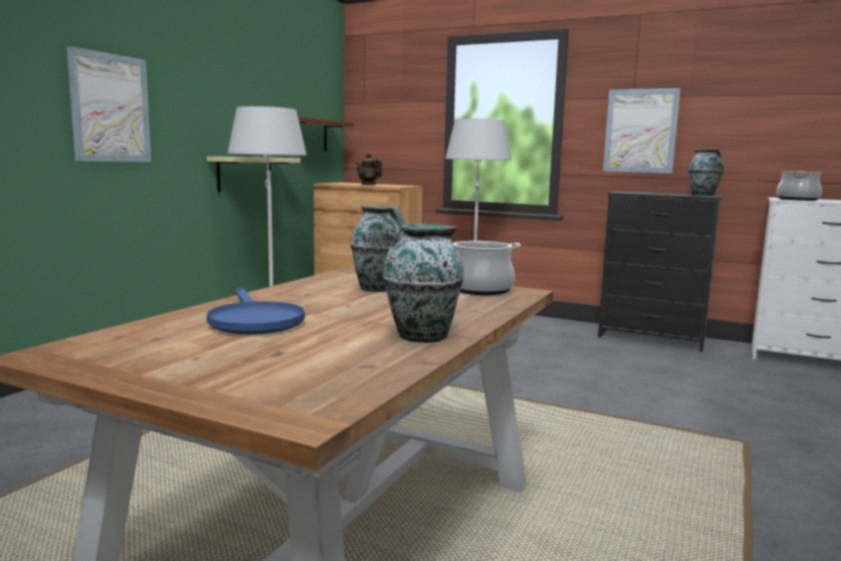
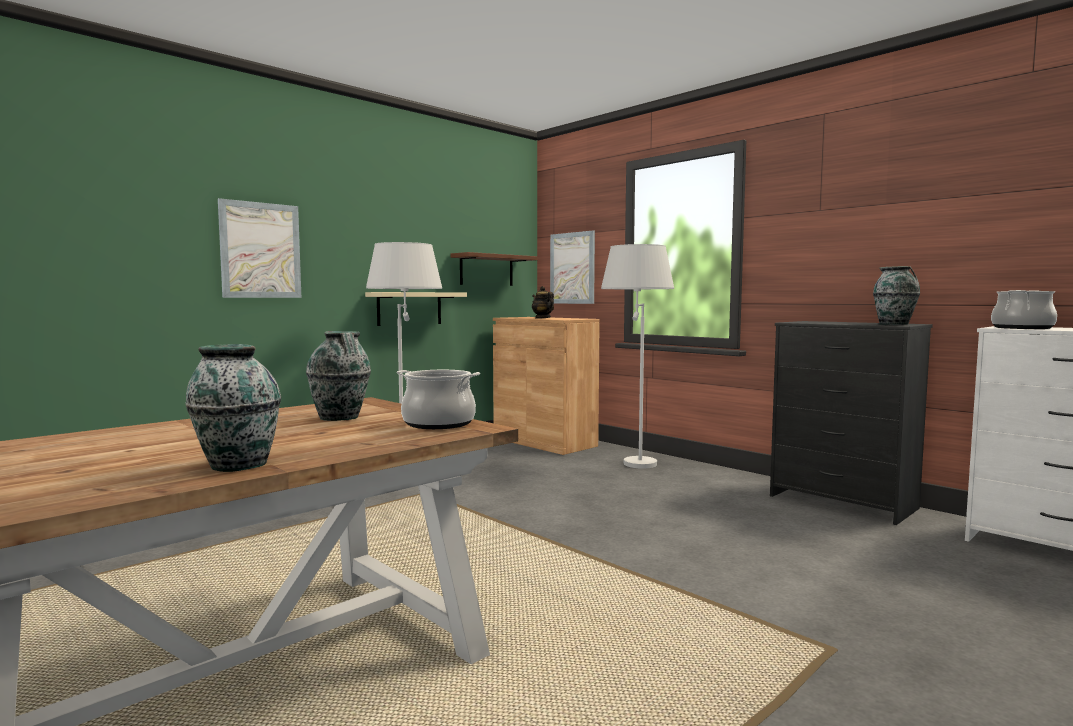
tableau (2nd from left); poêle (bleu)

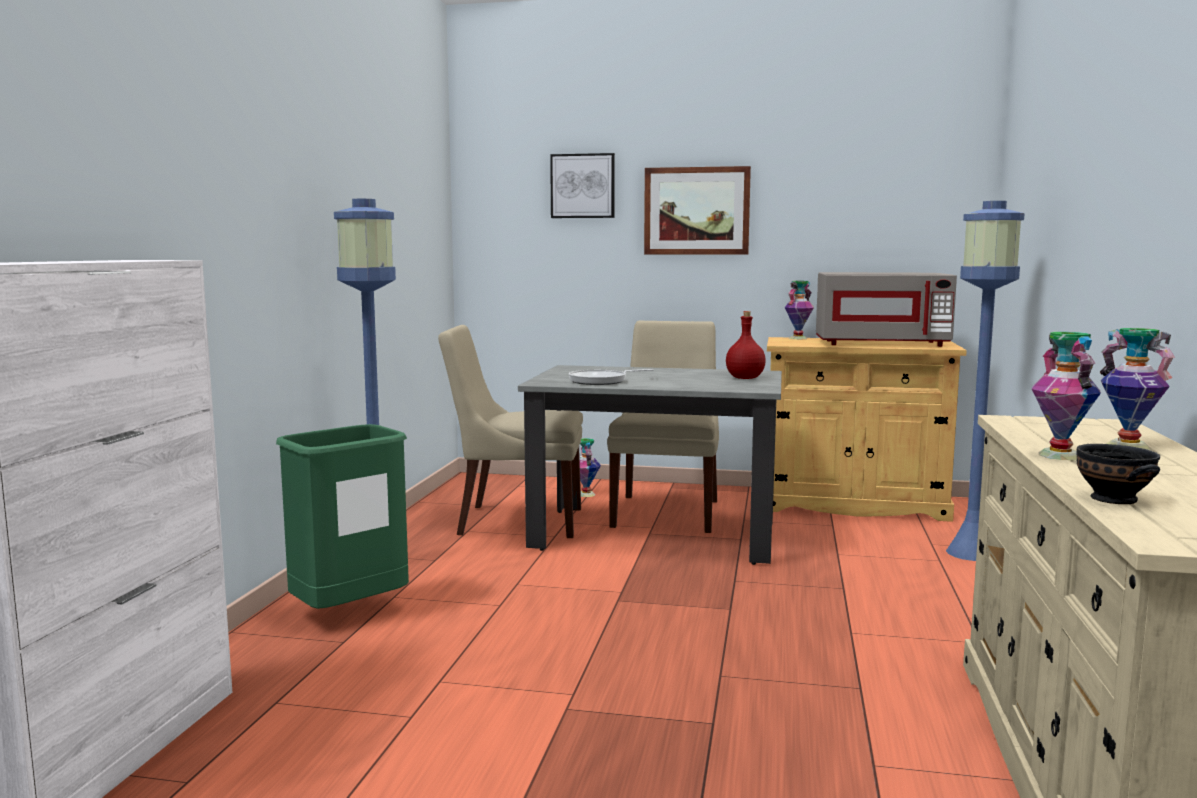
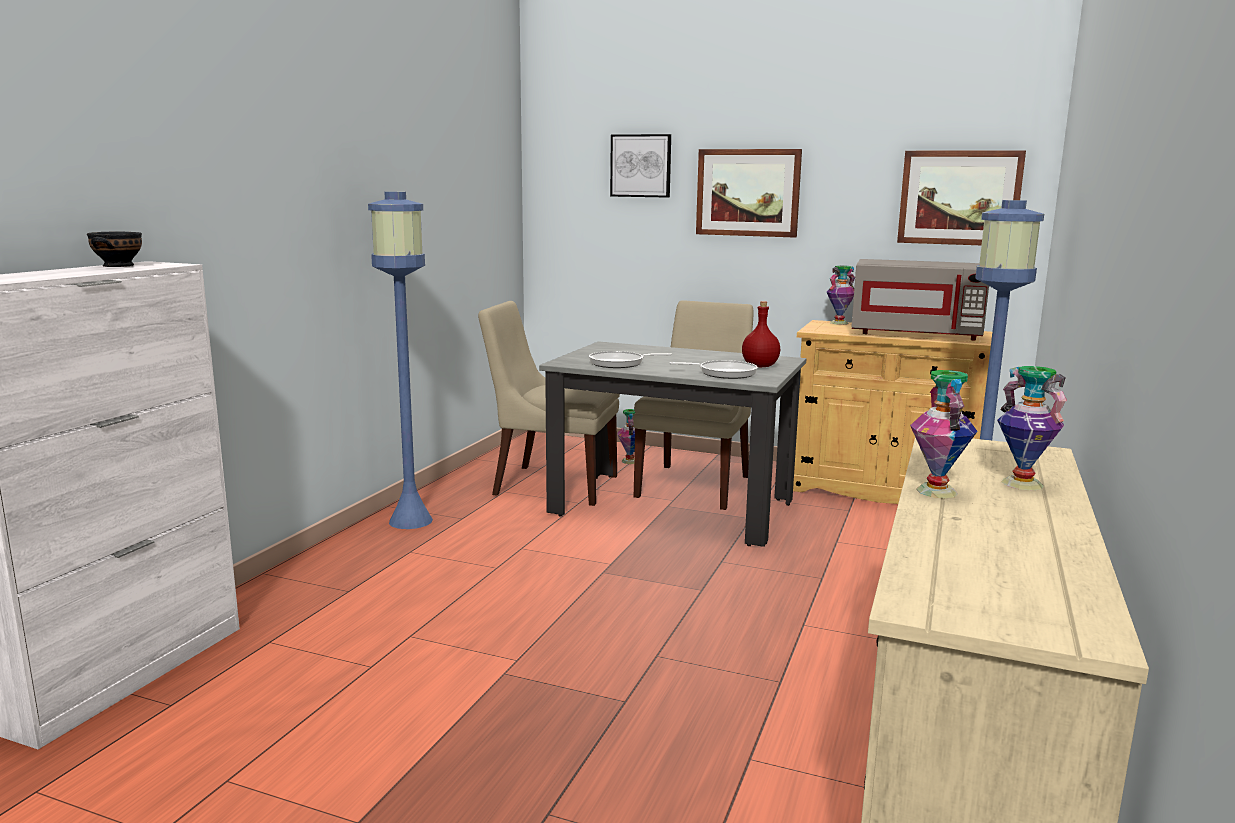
poubelle (vert); bol (noir); tableau (3rd from left); poêle (2nd from left)

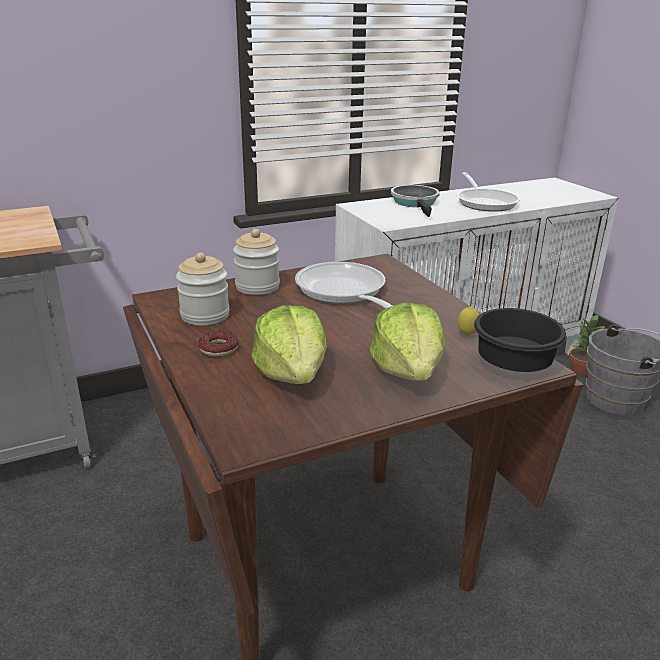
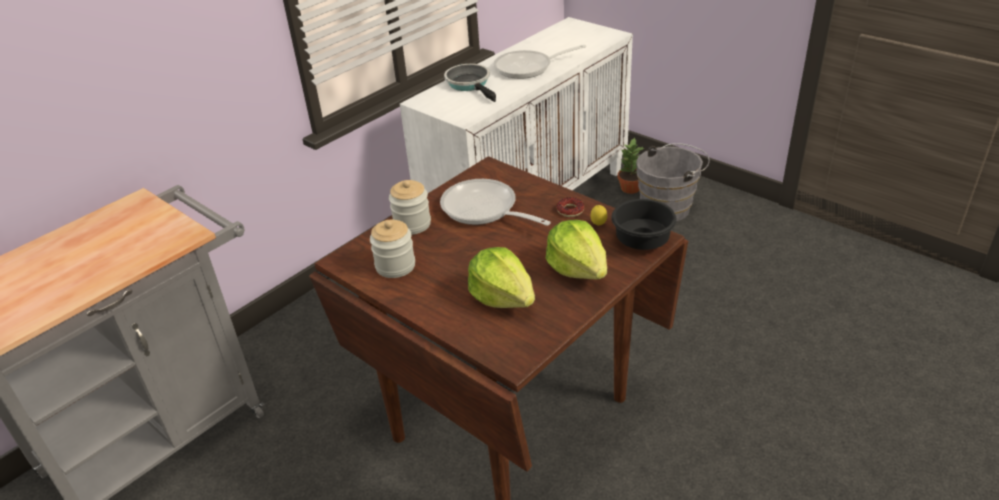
poêle (3rd from left); beignet

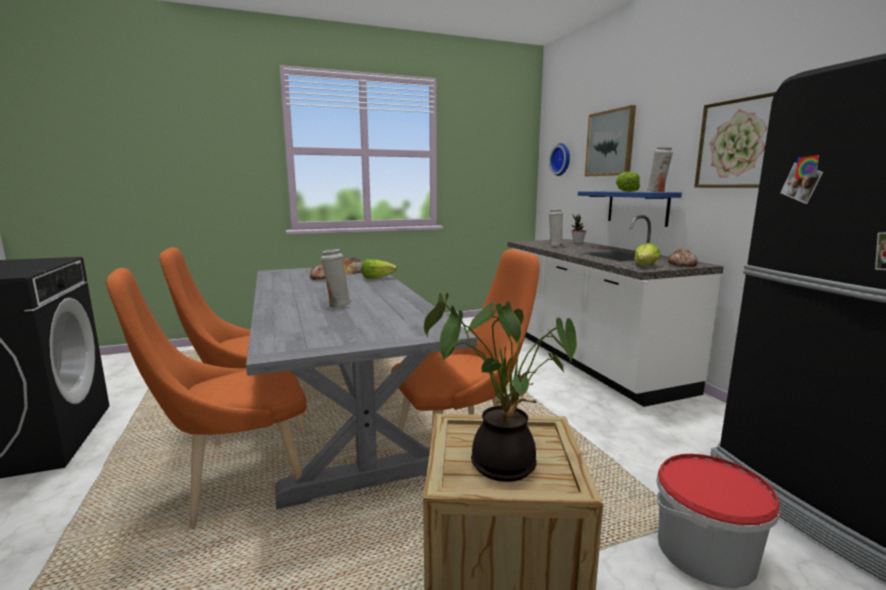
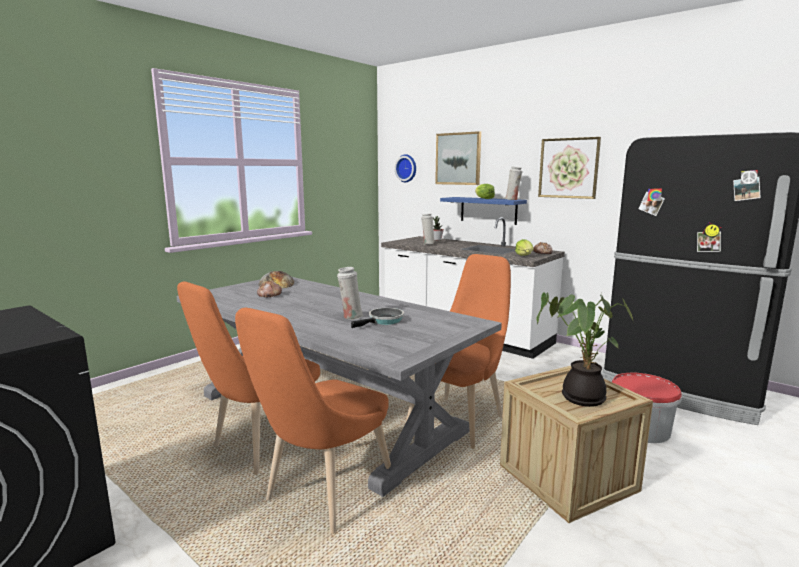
laitue (1st from left in the first image); poêle

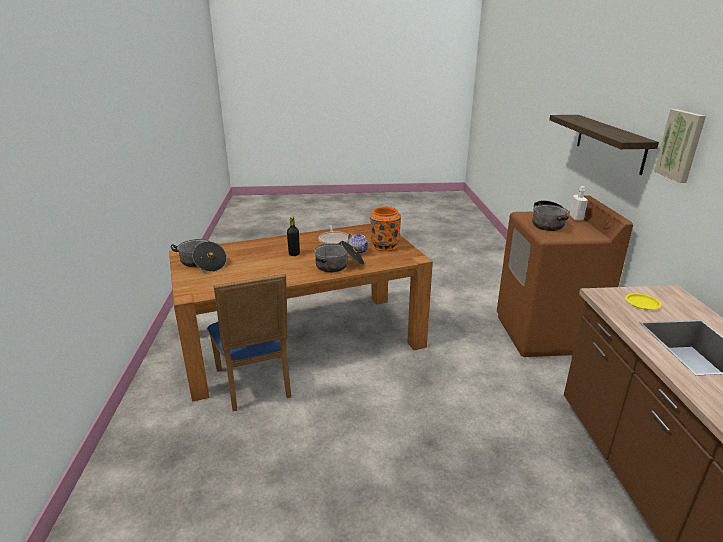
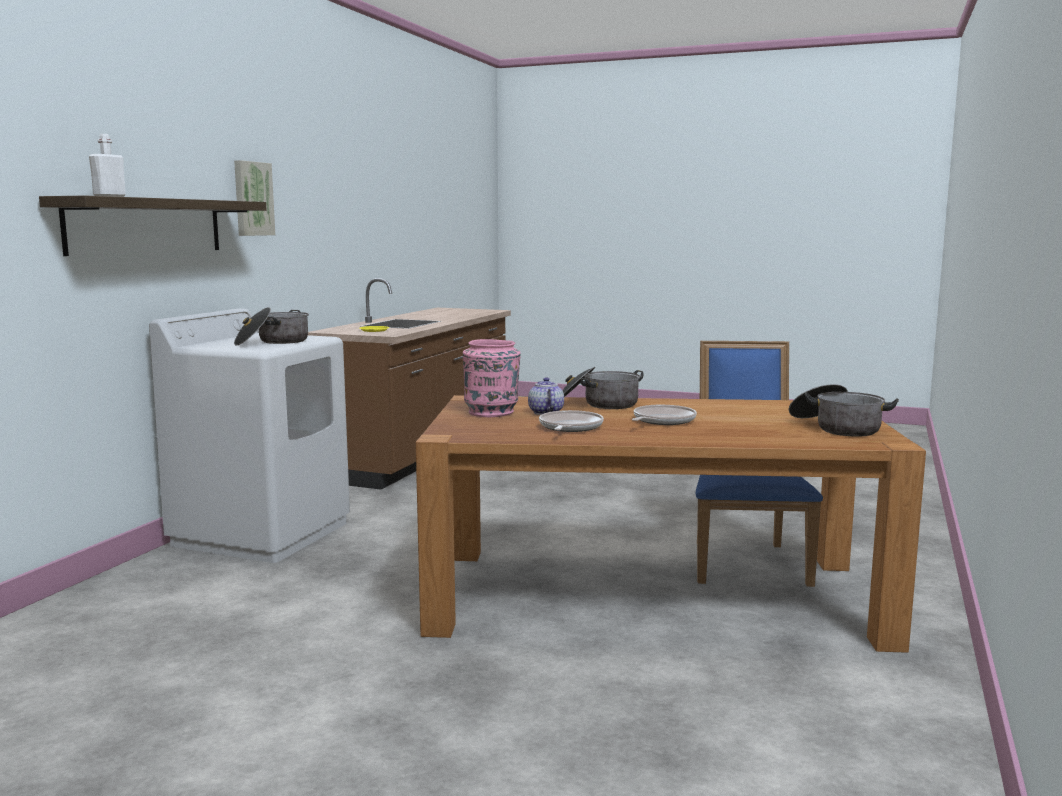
bouteille (blanc); lave-linge (blanc); vase (rose); poêle (2nd from left)

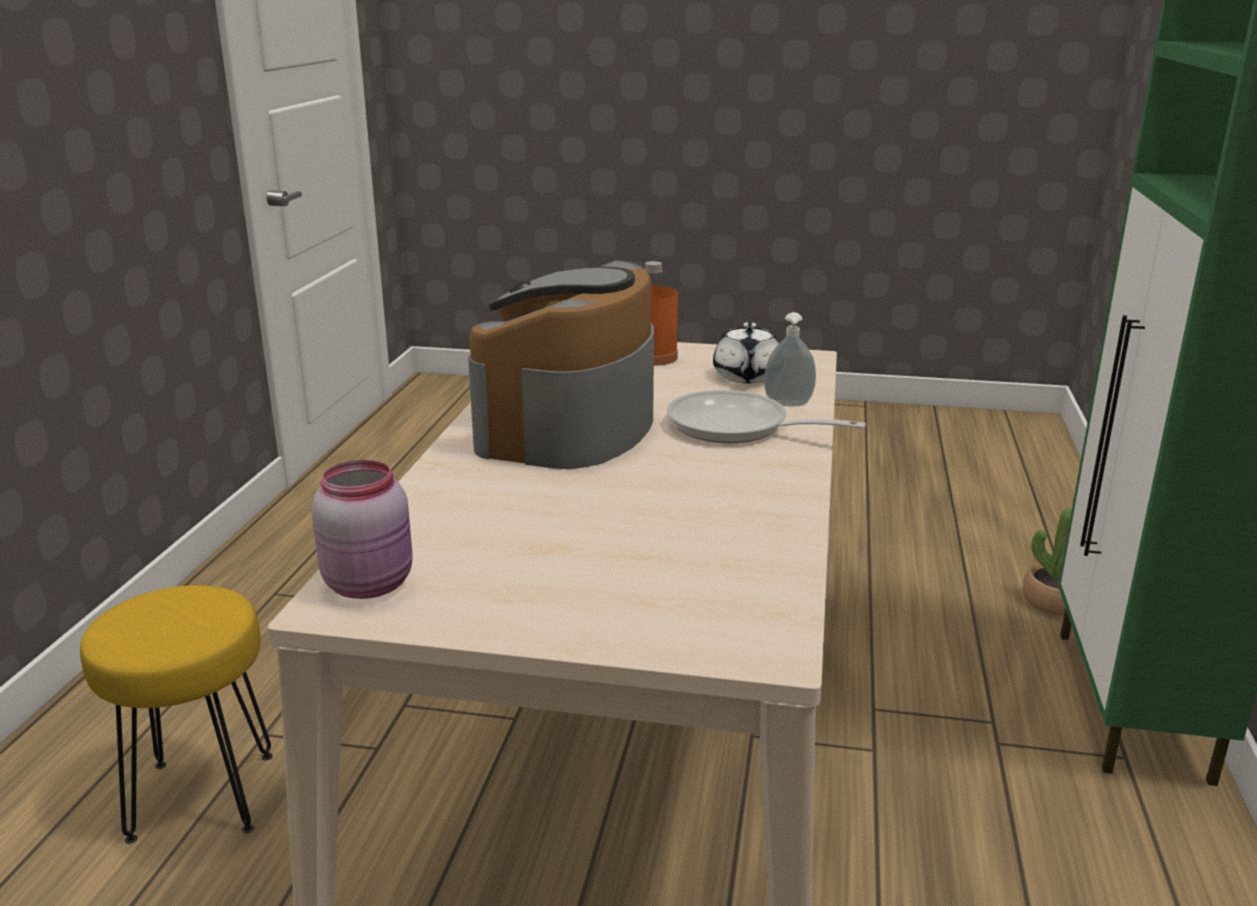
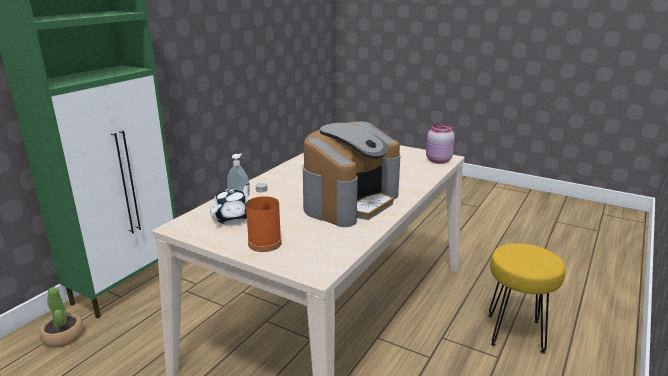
poêle

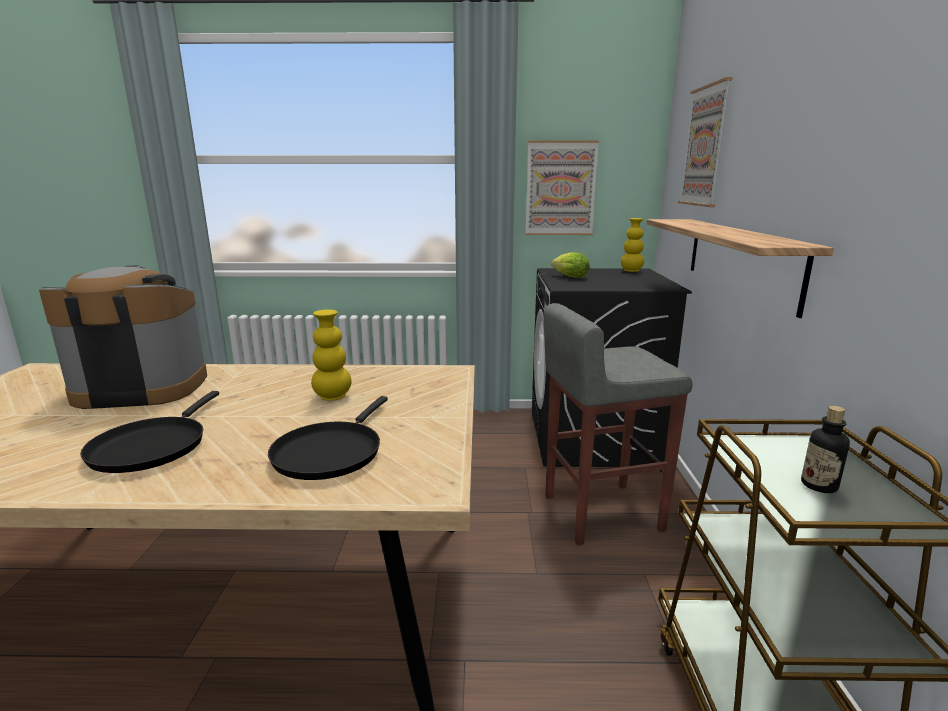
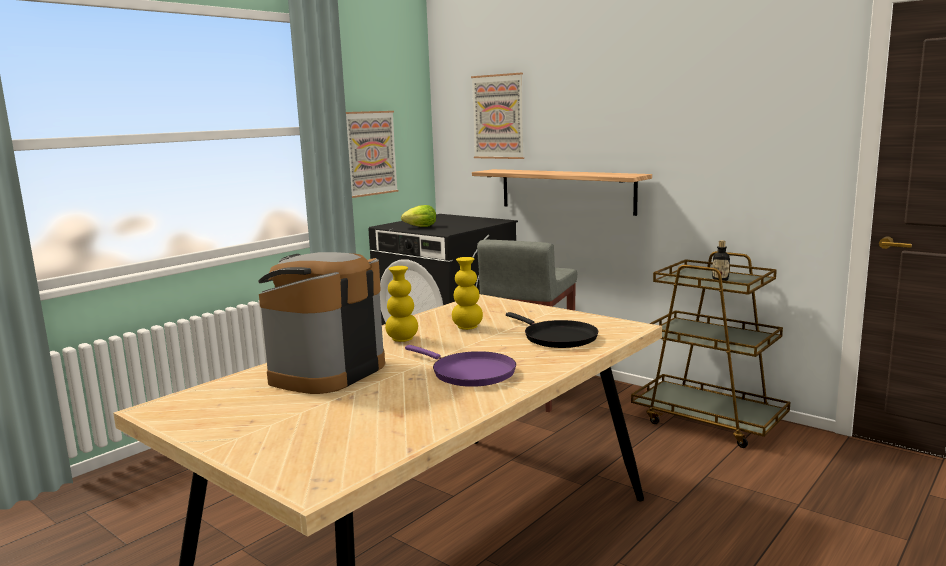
vase (jaune) (1st from left); poêle (violet)

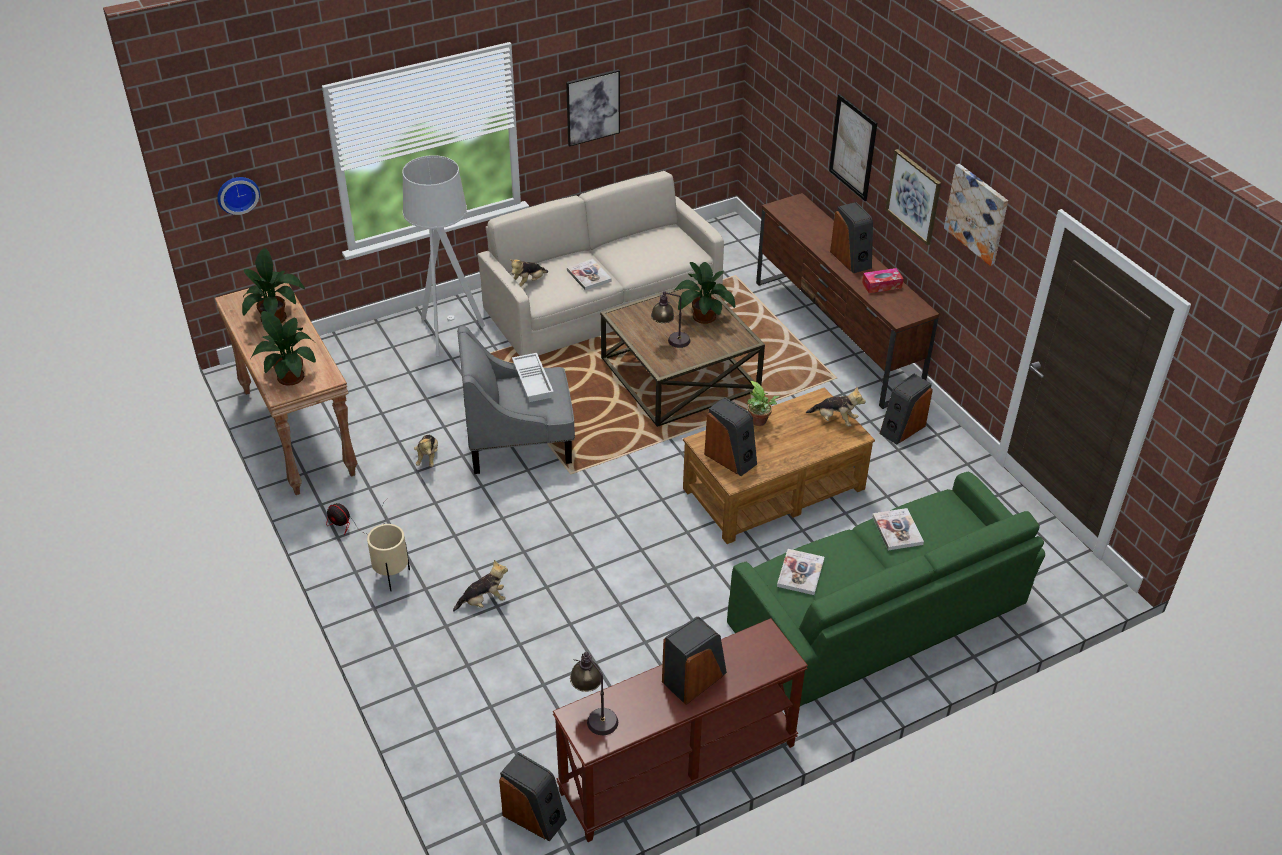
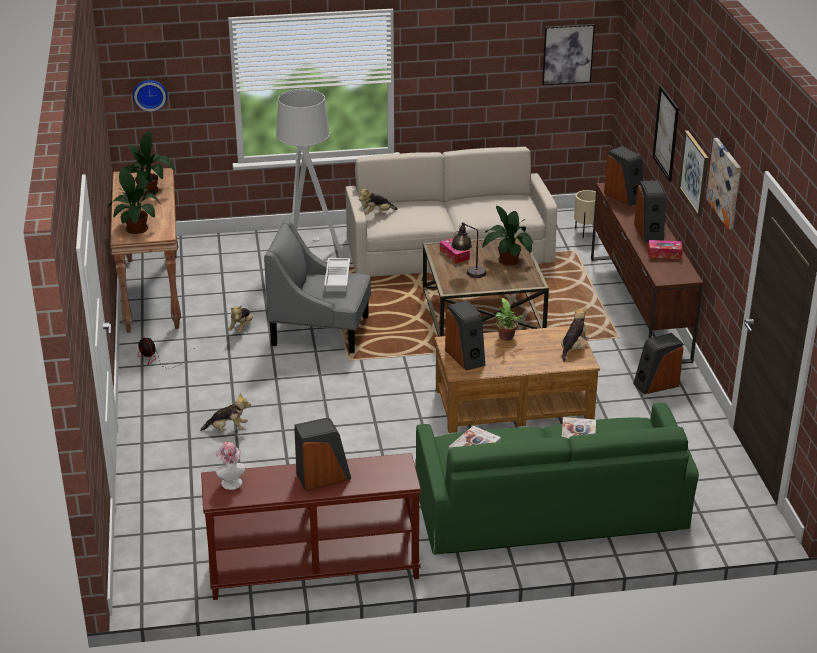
tableau (1st from left); livre (1st from left in the first image); peluche (4th from left); cache-pot (beige); chapeau; enceinte (3rd from left); boîte à mouchoirs (1st from left)

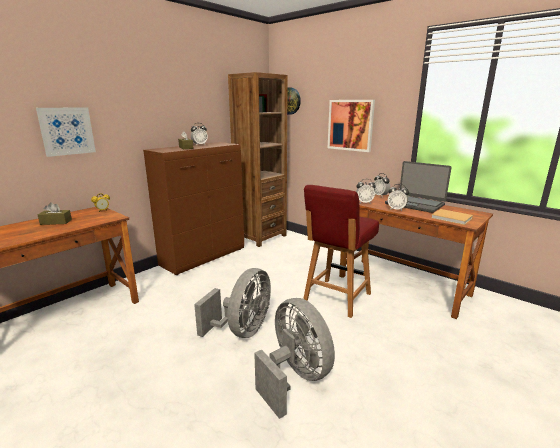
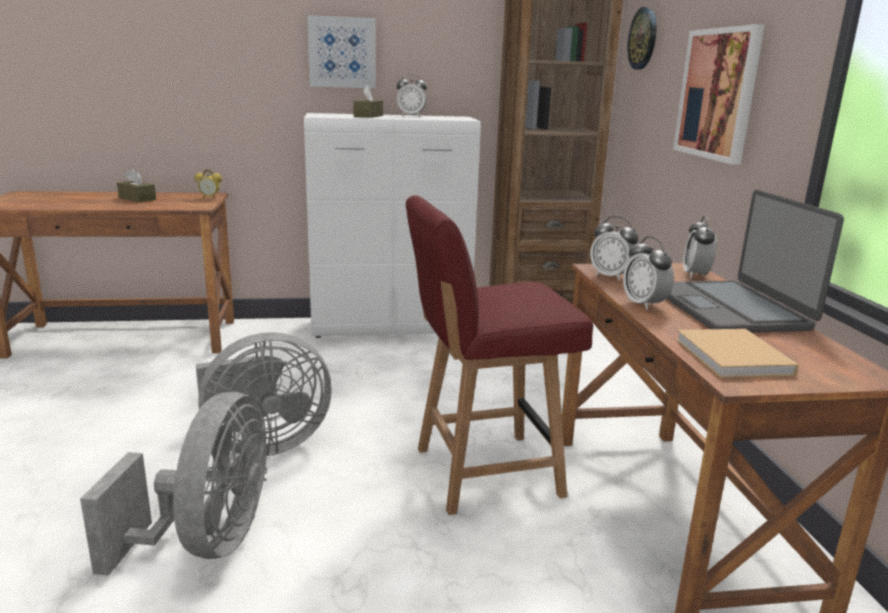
tableau (1st from left); meuble de rangement (blanc)

